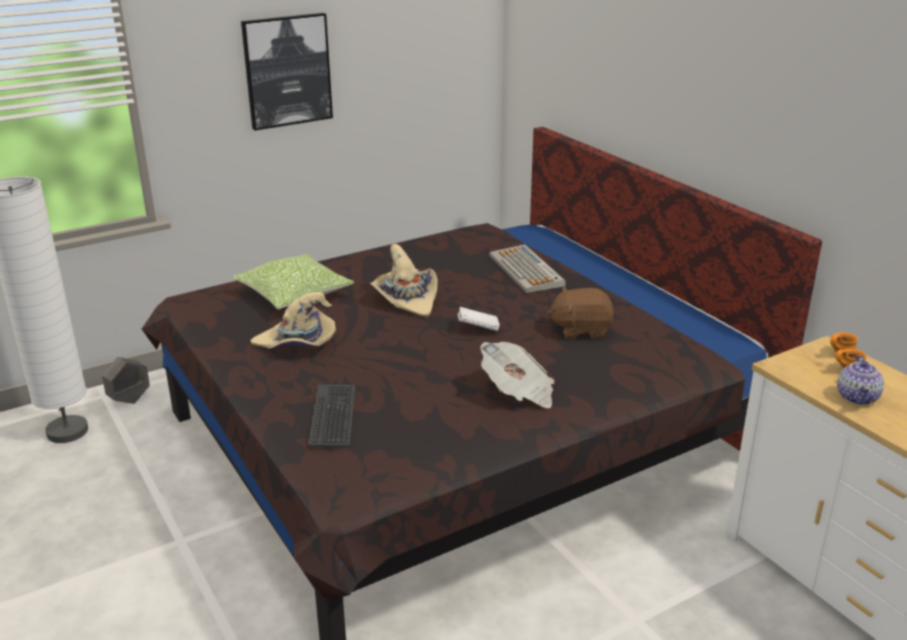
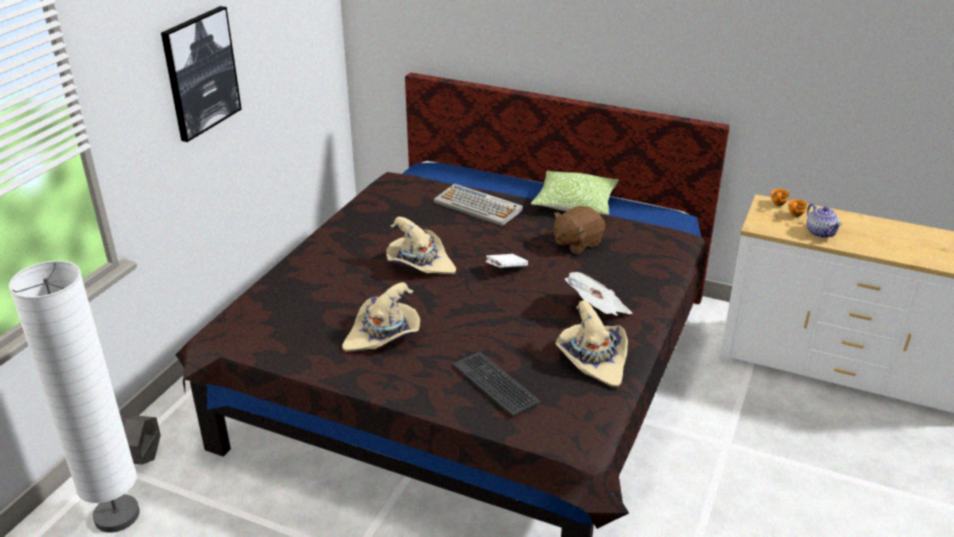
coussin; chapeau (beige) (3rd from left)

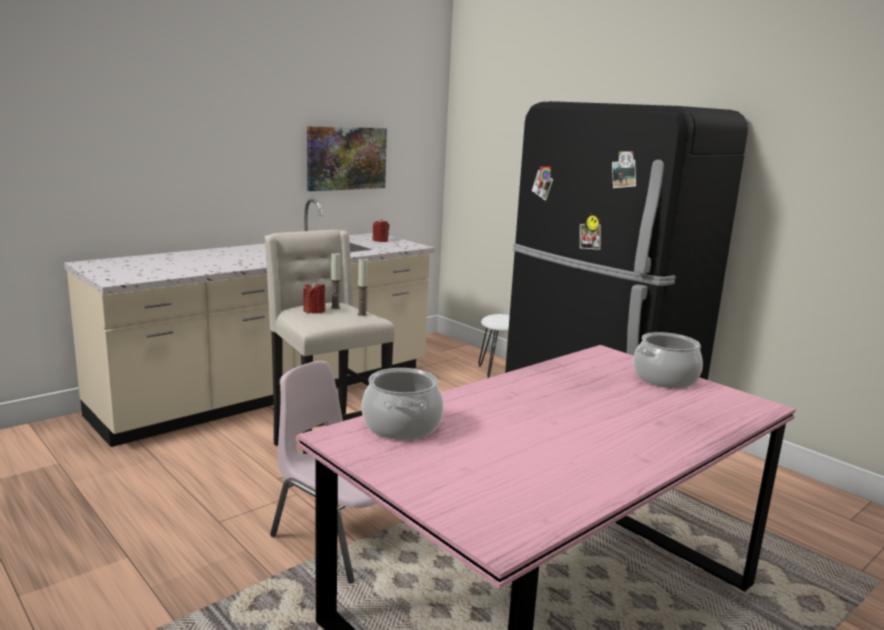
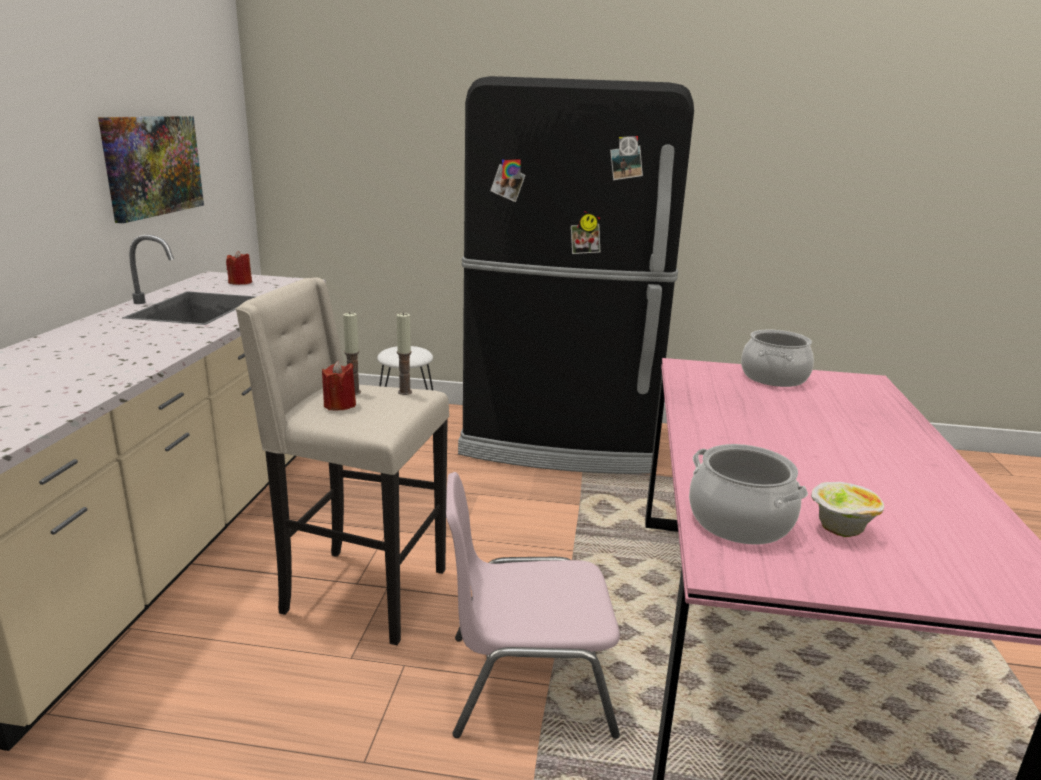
bol

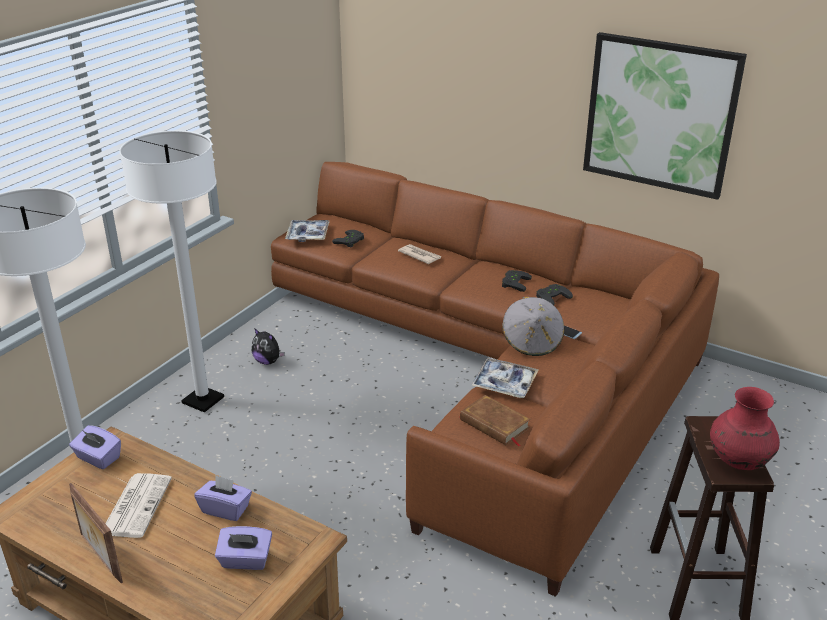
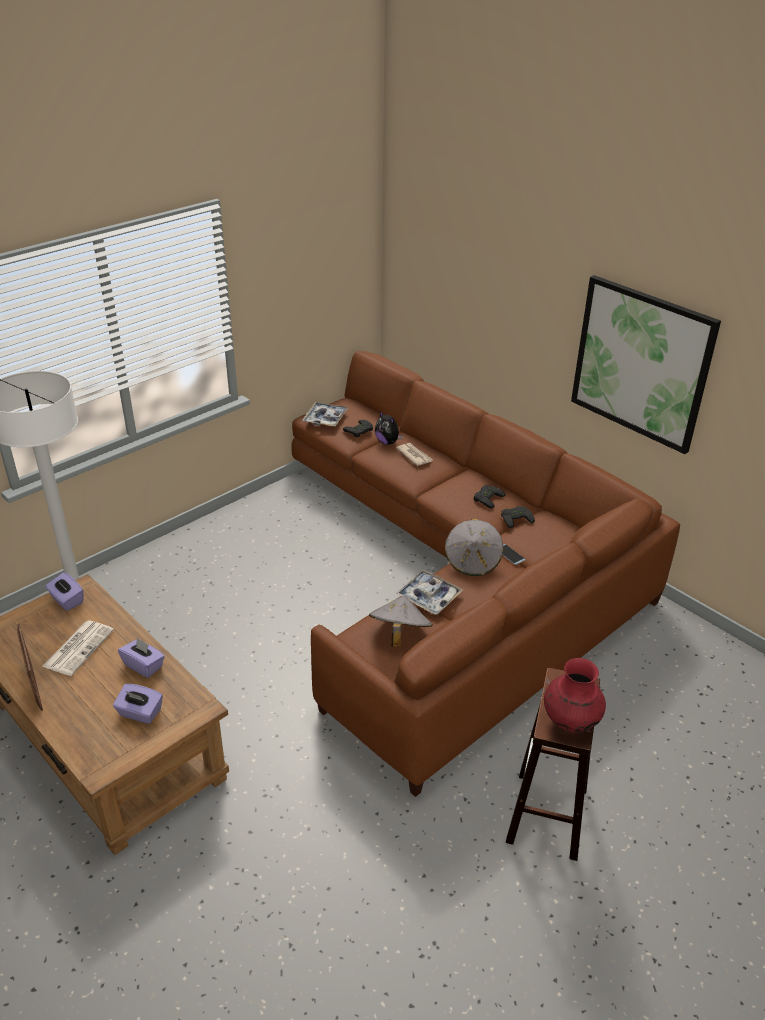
lampadaire (blanc) (2nd from left in the first image); peluche; chapeau (gris) (1st from left)

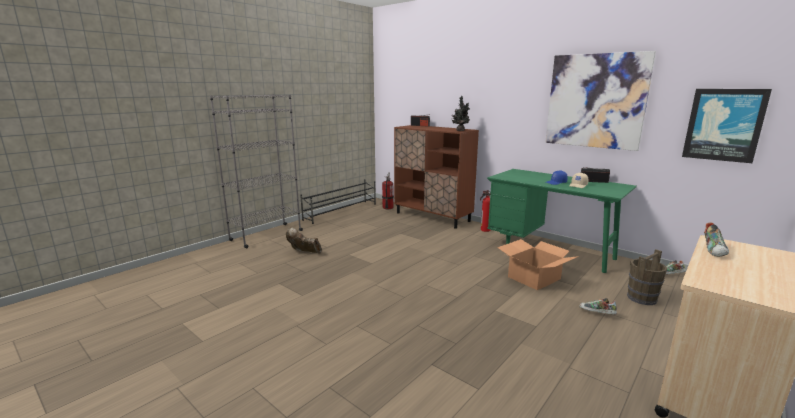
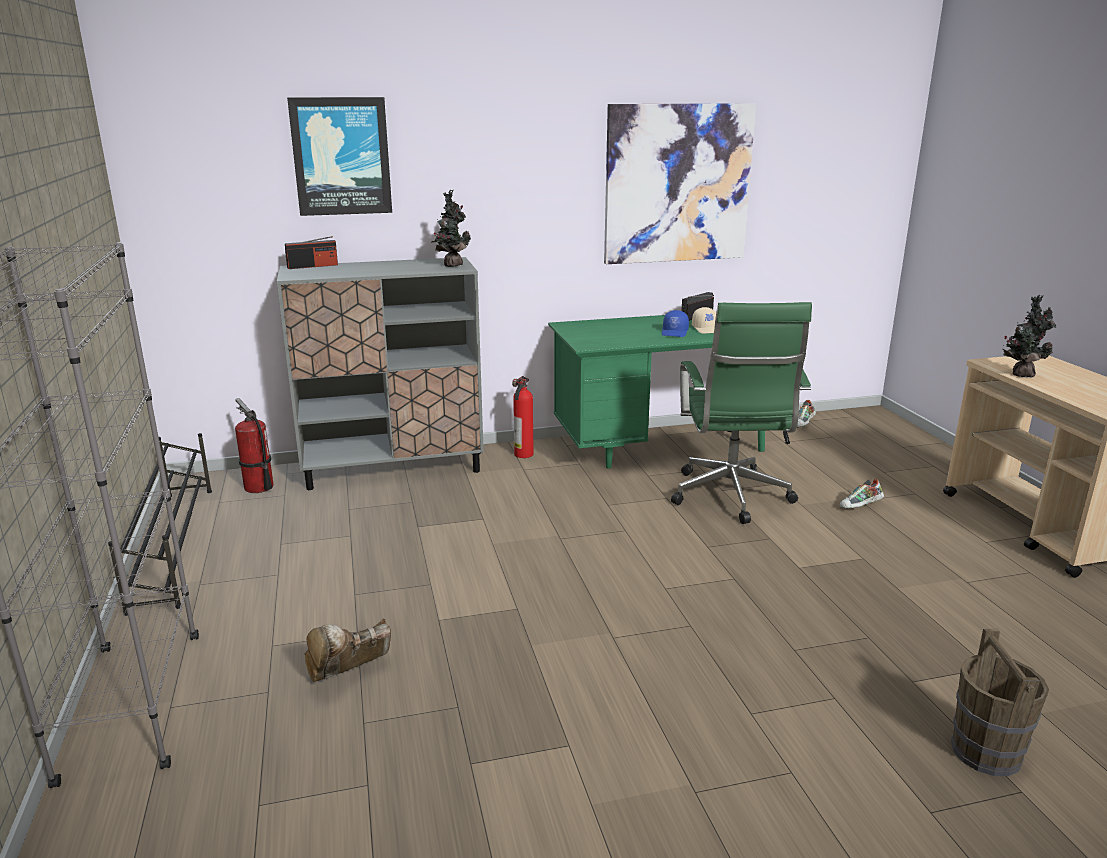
tableau (1st from left); meuble de rangement (gris); plante en pot (2nd from left); chaise de bureau (vert); seau (marron)

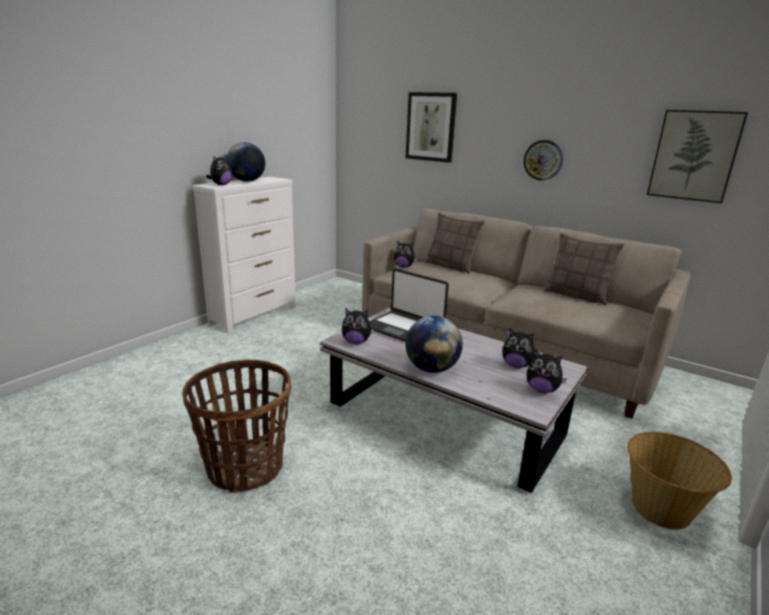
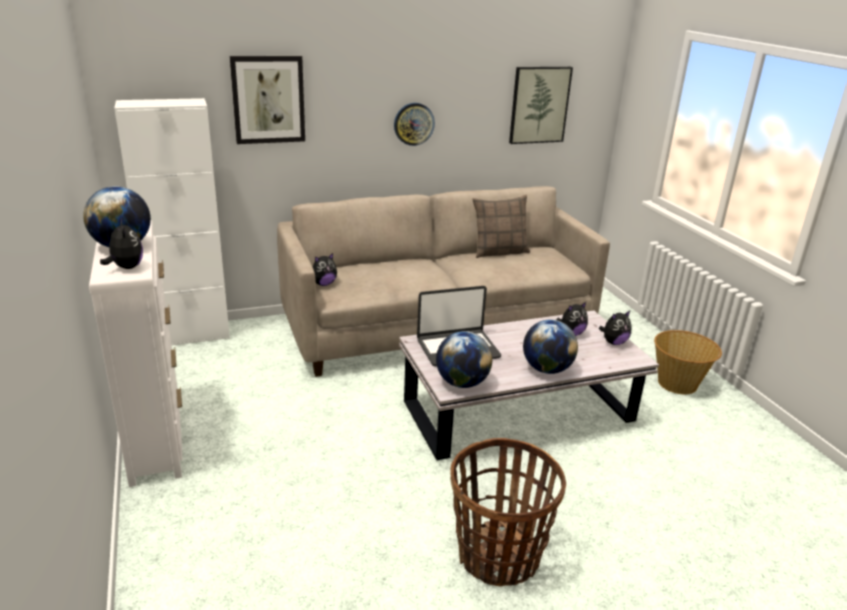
coussin (1st from left in the first image); globe (2nd from left); meuble de rangement (blanc)

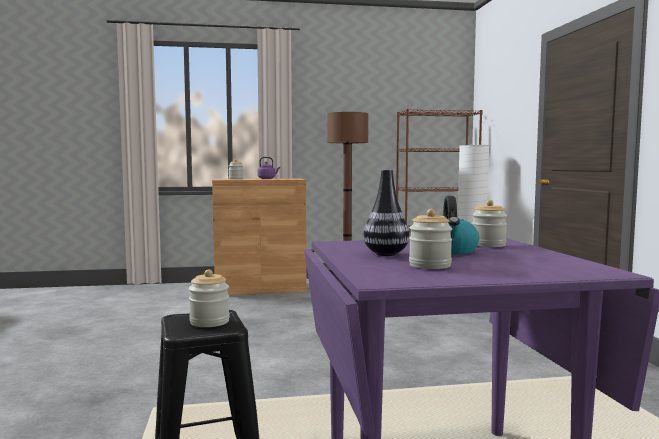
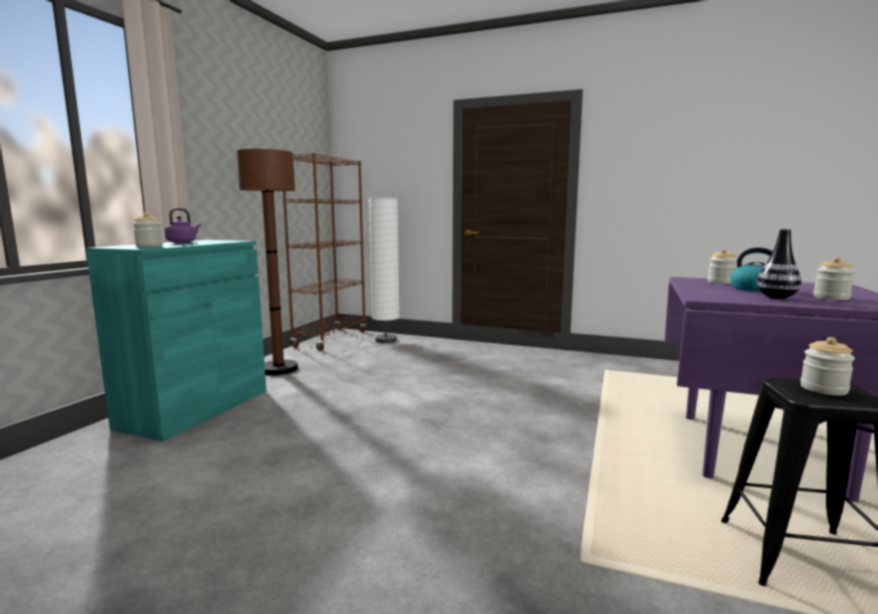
meuble de rangement (turquoise)

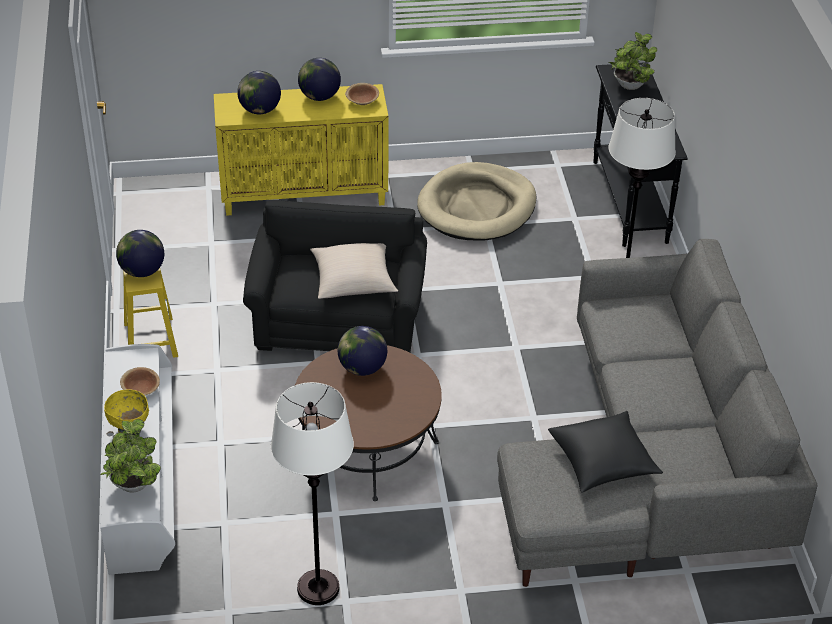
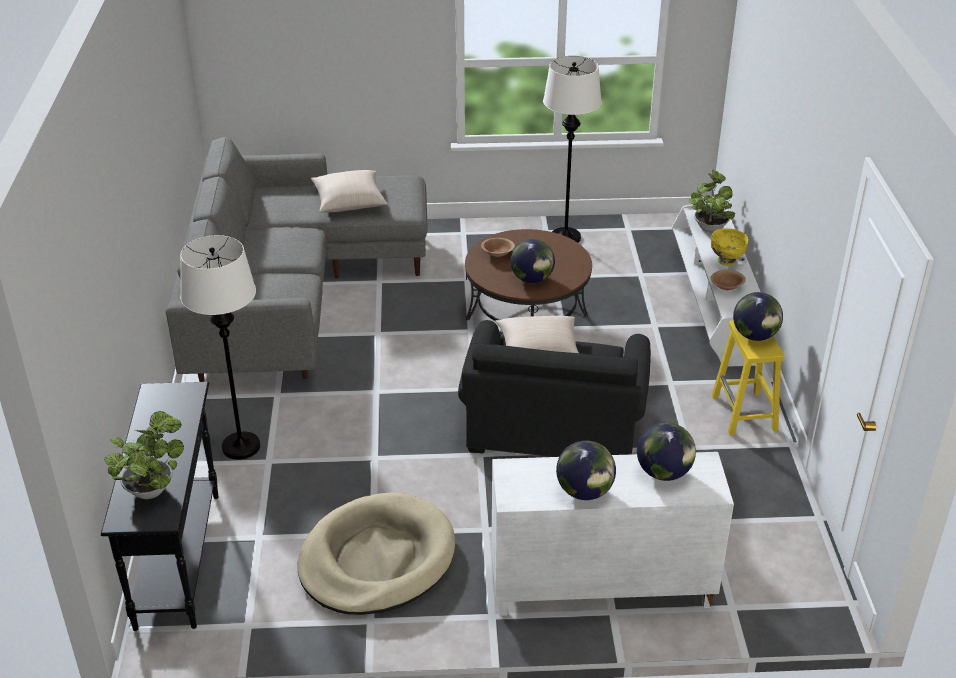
bol (marron) (1st from left); meuble de rangement (blanc); coussin (beige) (1st from left)

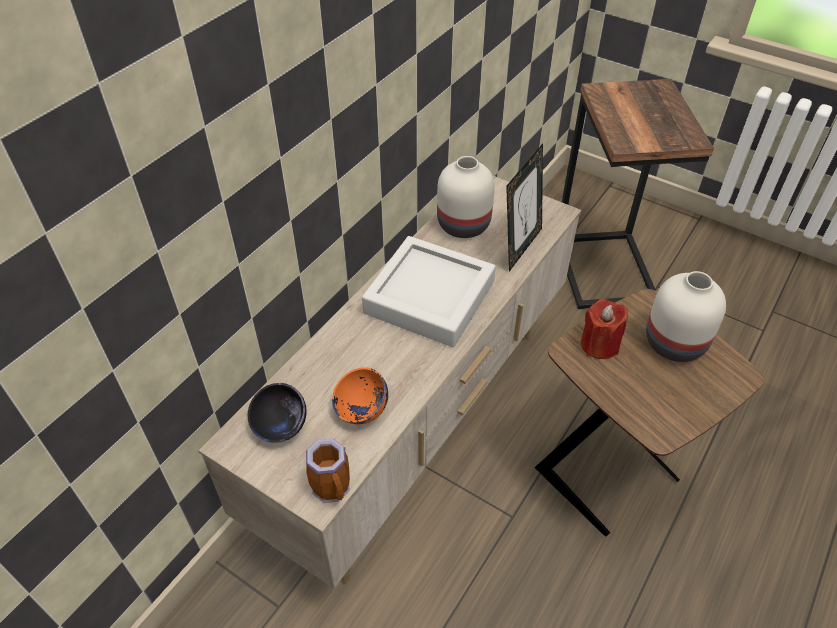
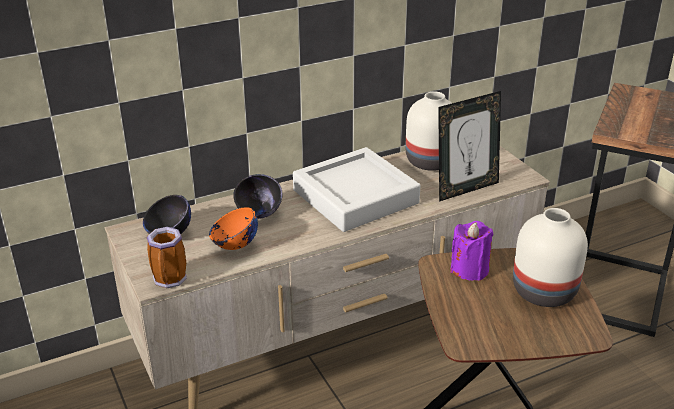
bougie (violet); bol (noir) (2nd from left)

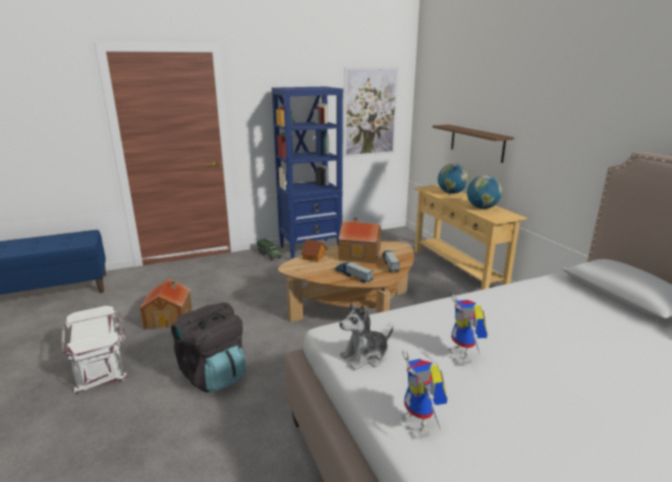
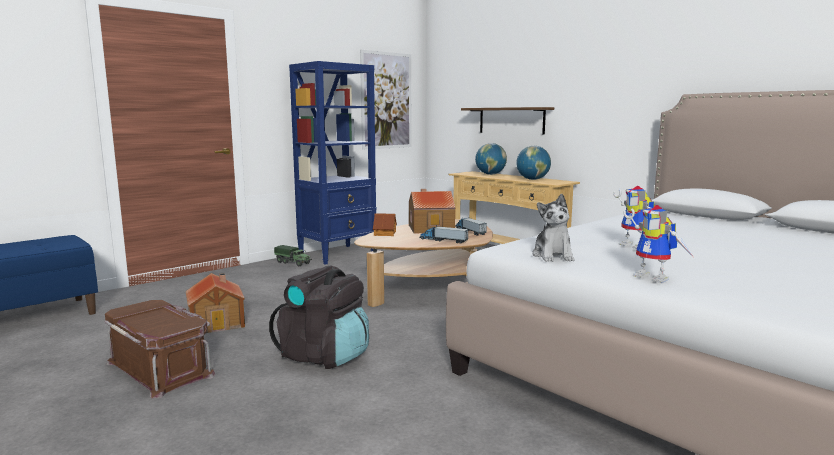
peluche; boîte de rangement (marron)

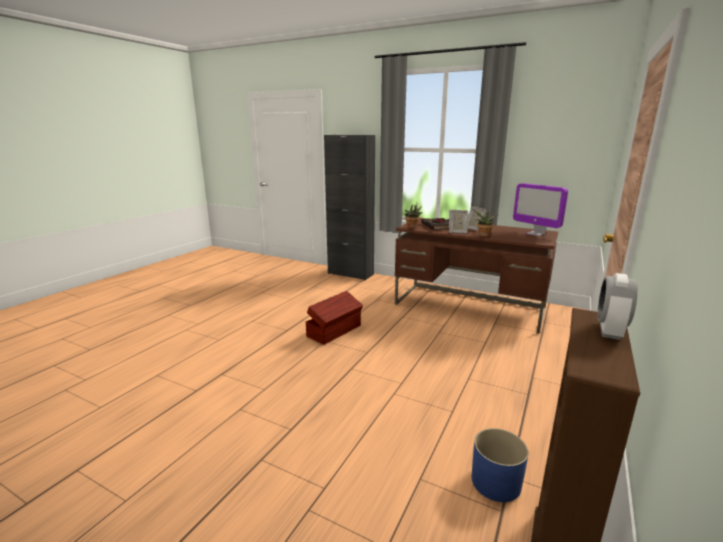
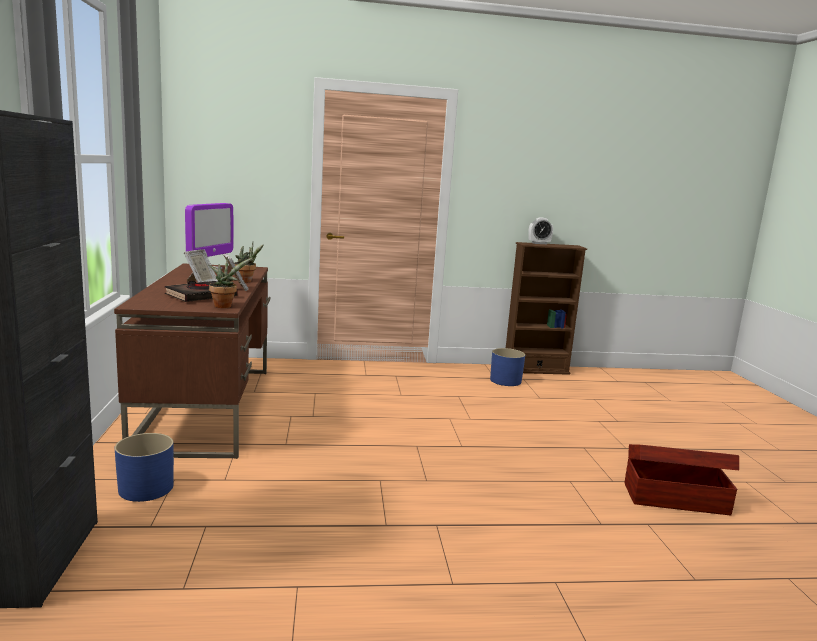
boîte de rangement (marron); cache-pot (bleu) (1st from left)

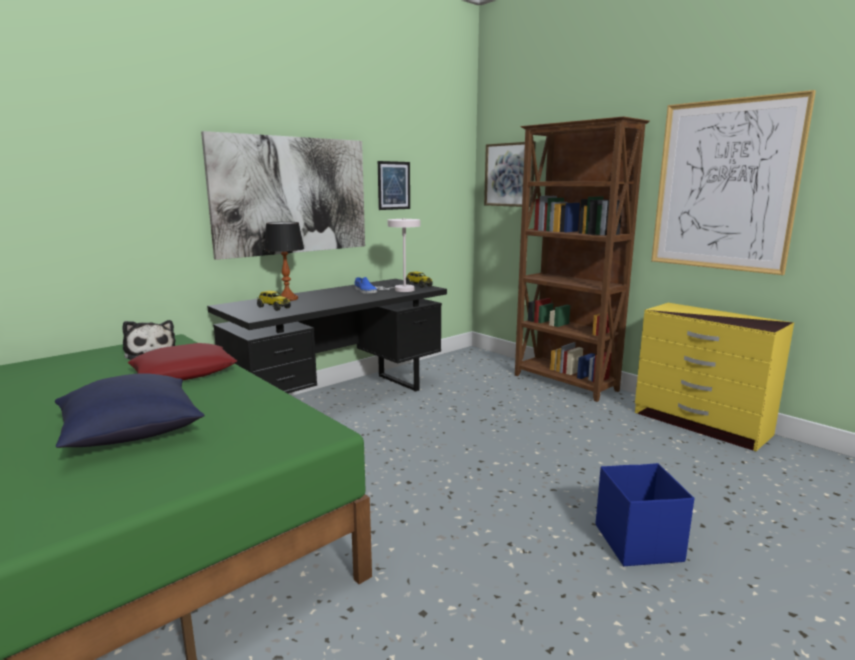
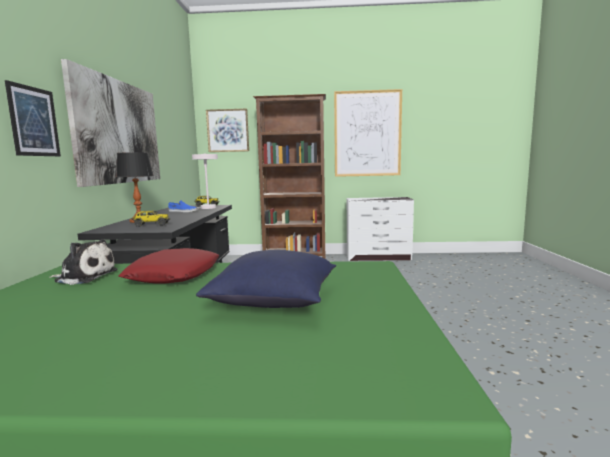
tableau (1st from left); commode (blanc); boîte de rangement (bleu)

